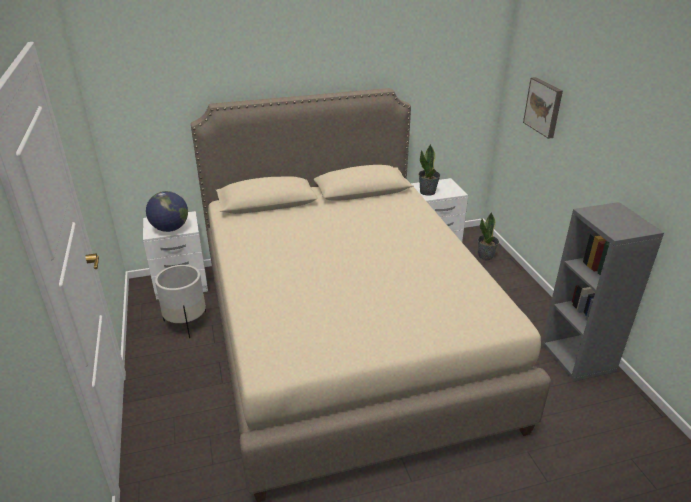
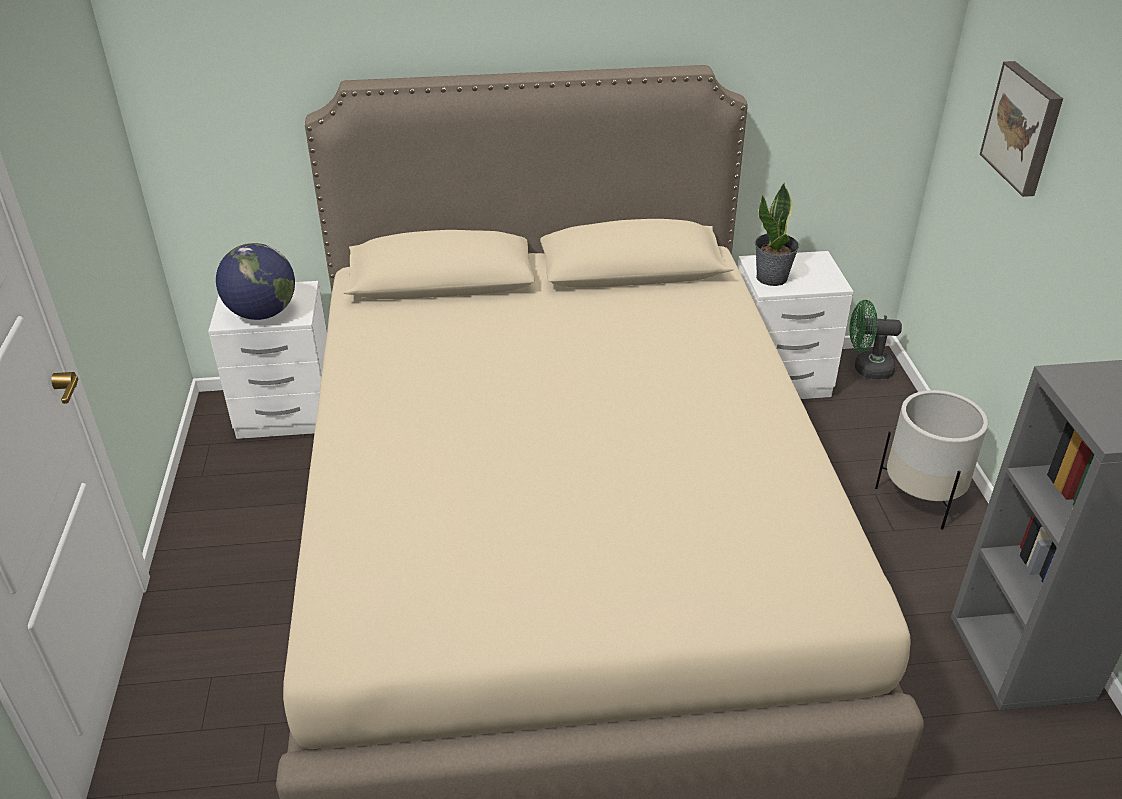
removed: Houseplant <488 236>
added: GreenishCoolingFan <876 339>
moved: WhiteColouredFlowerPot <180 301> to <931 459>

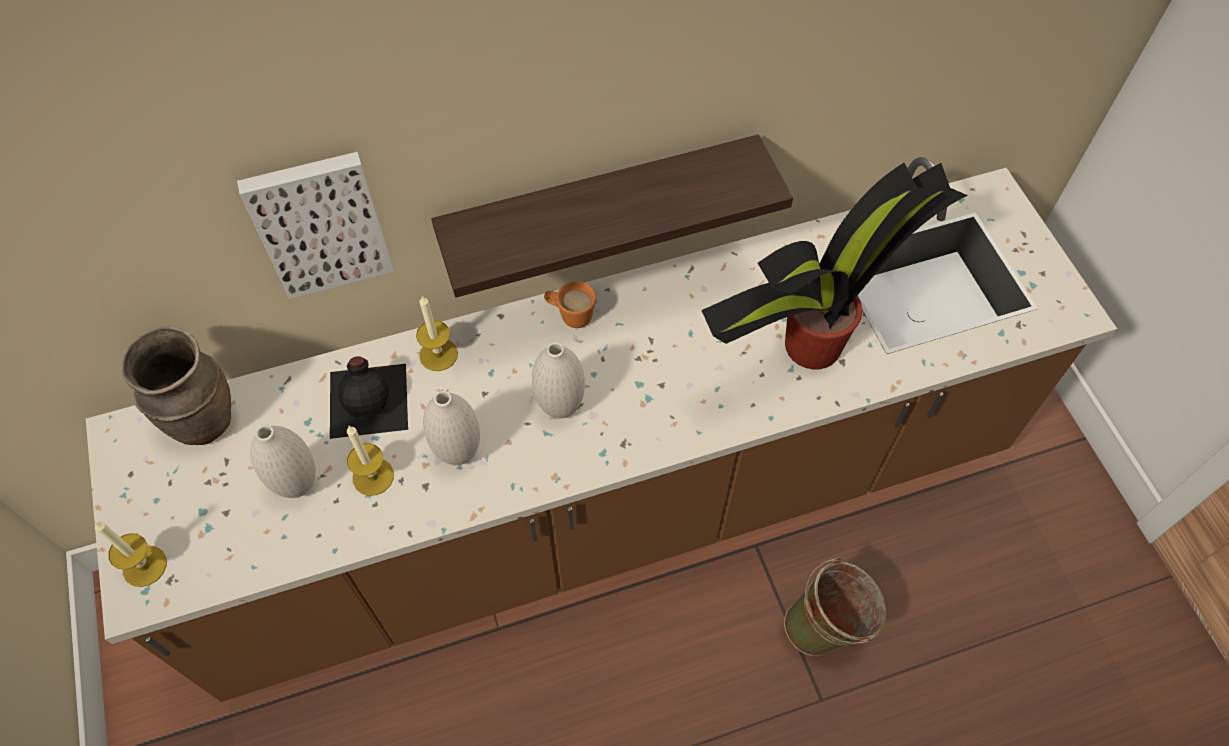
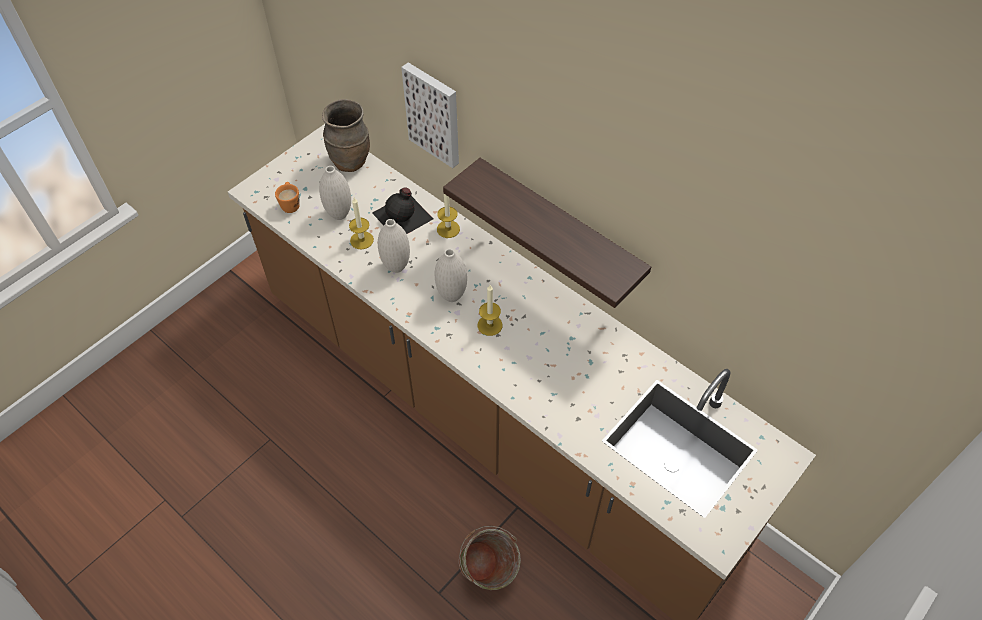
removed: Houseplant <834 266>
moved: WaxLight <131 554> to <490 310>; OrangeColouredTeaMug <570 304> to <287 197>

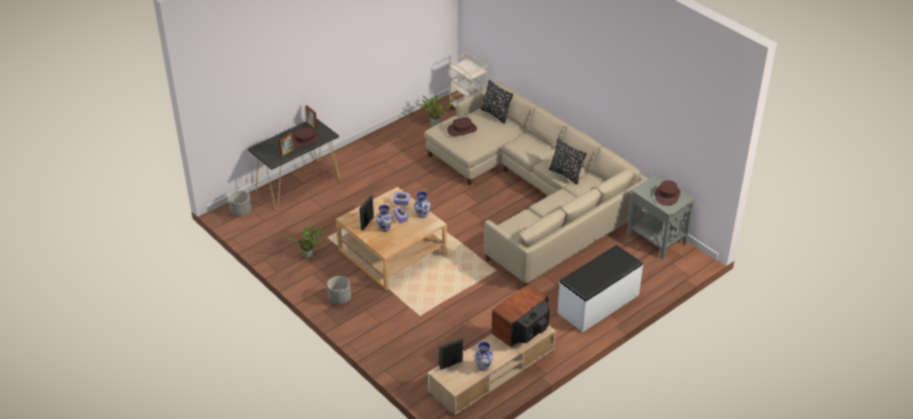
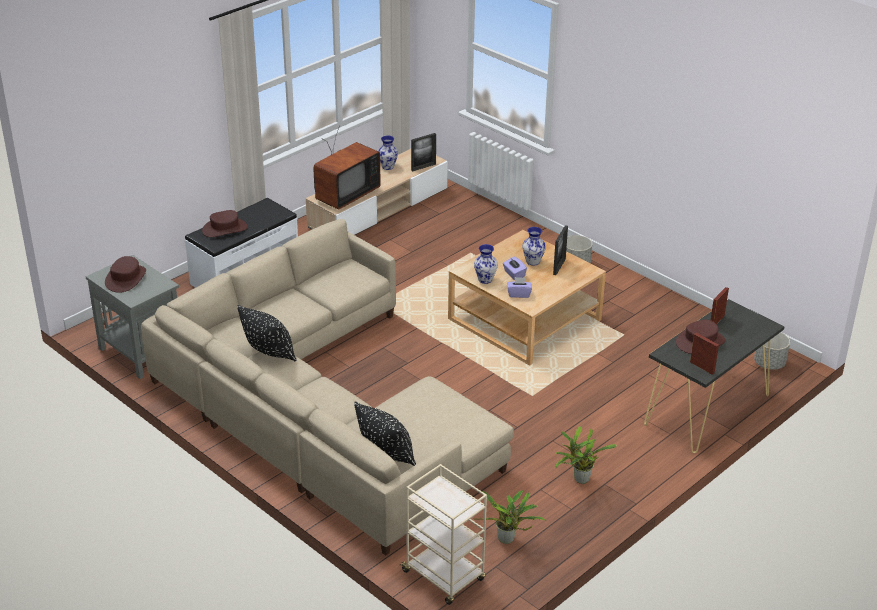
moved: Houseplant <306 241> to <586 455>; BrownWearableHat <462 126> to <225 223>

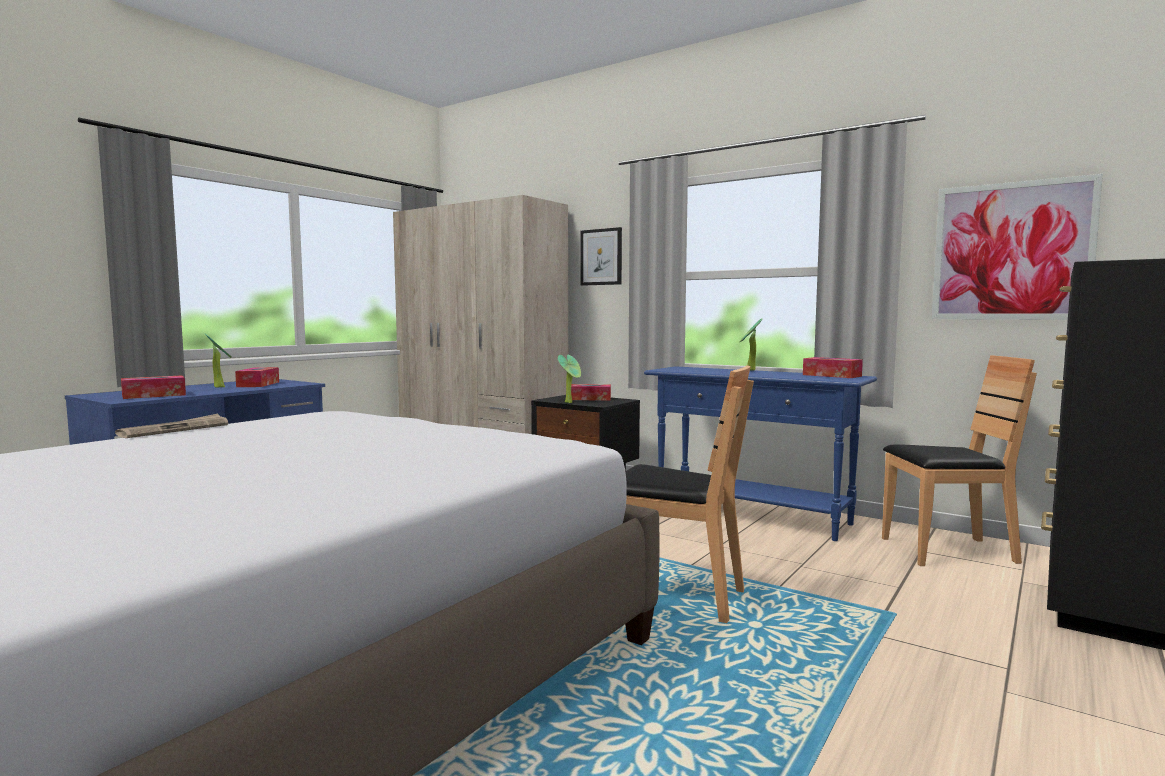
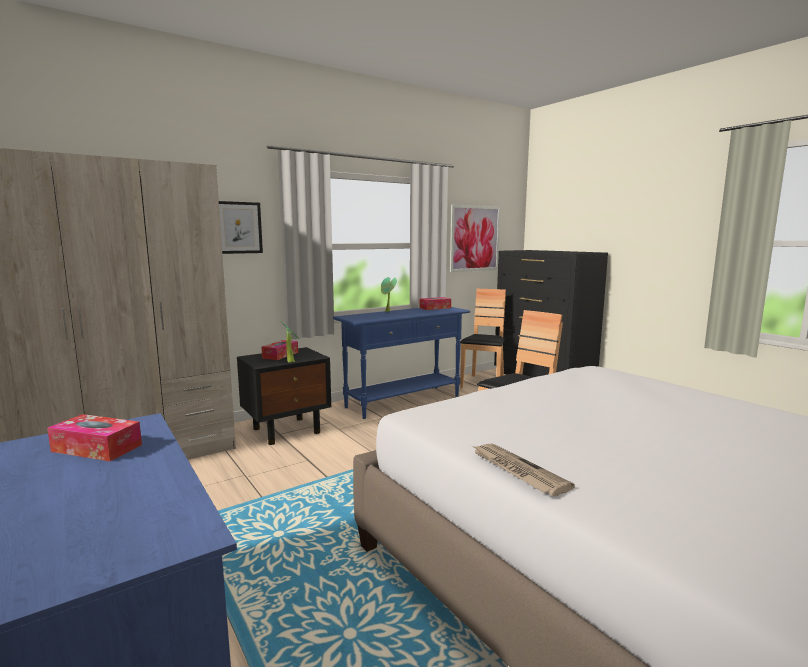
removed: TissueBox <153 387>; Houseplant <218 360>

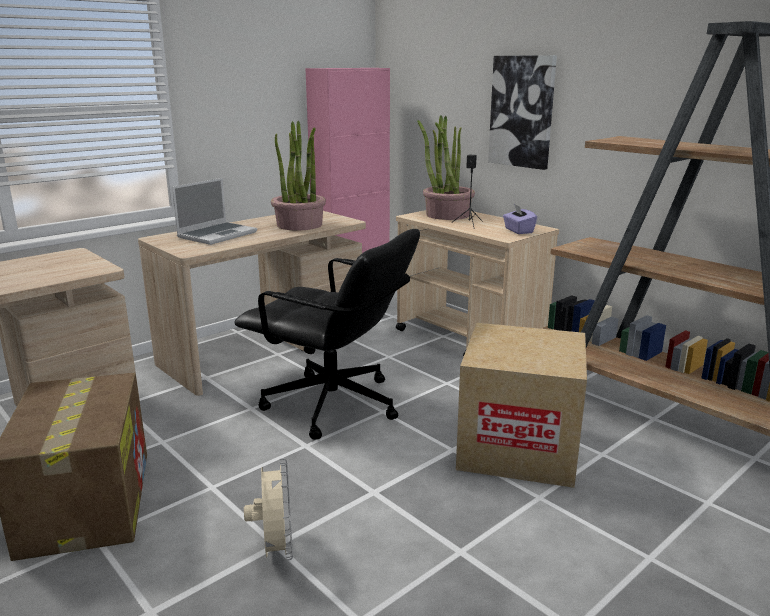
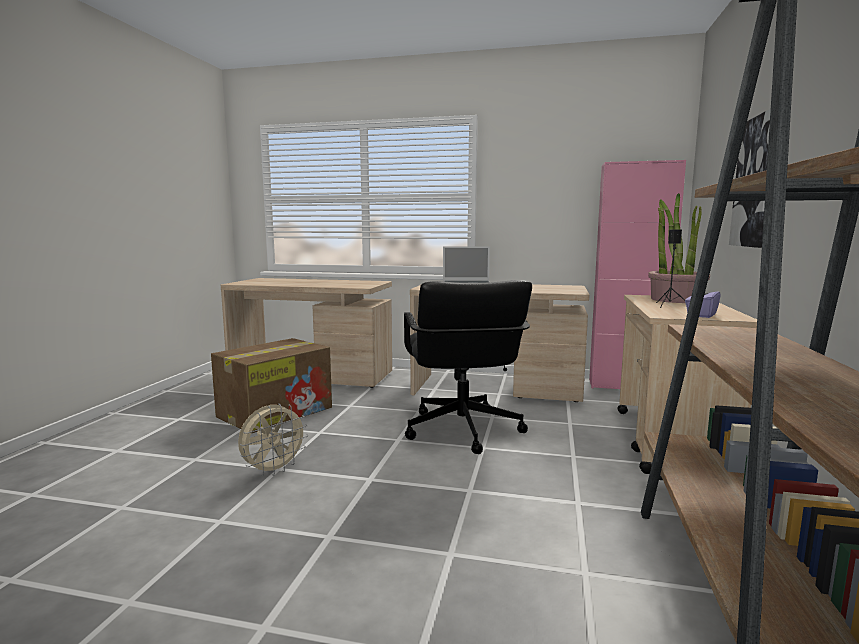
removed: Houseplant <298 176>; Carton <521 405>

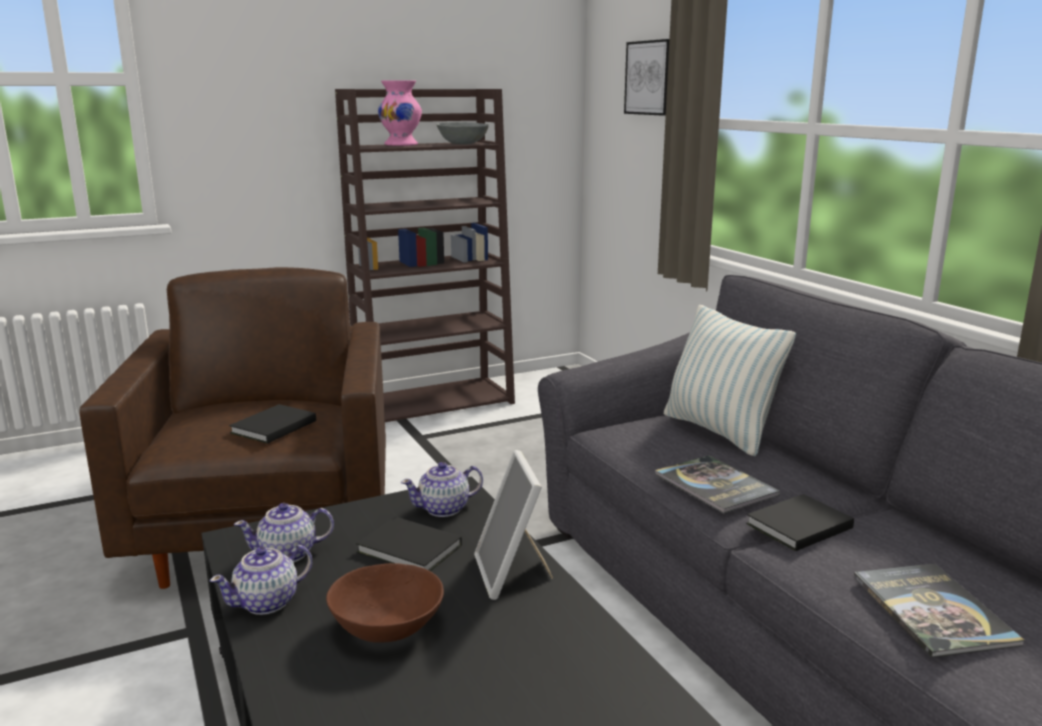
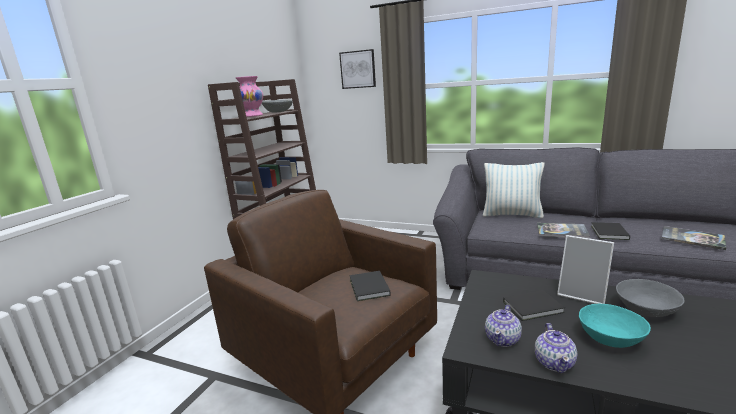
removed: PotForTea <442 489>
added: GrayDeepDish <650 298>
recoloured: BrownDeepDish <385 603> to BlueGreenDeepDish <615 326>

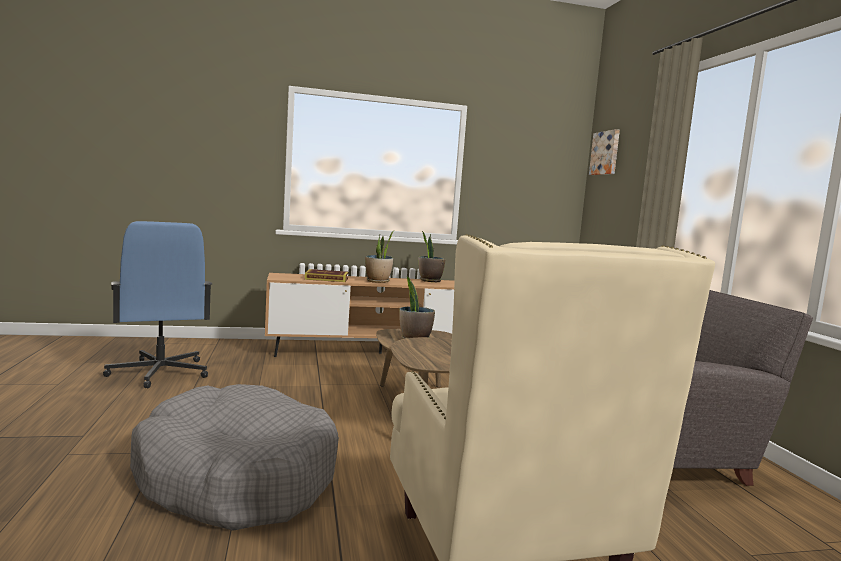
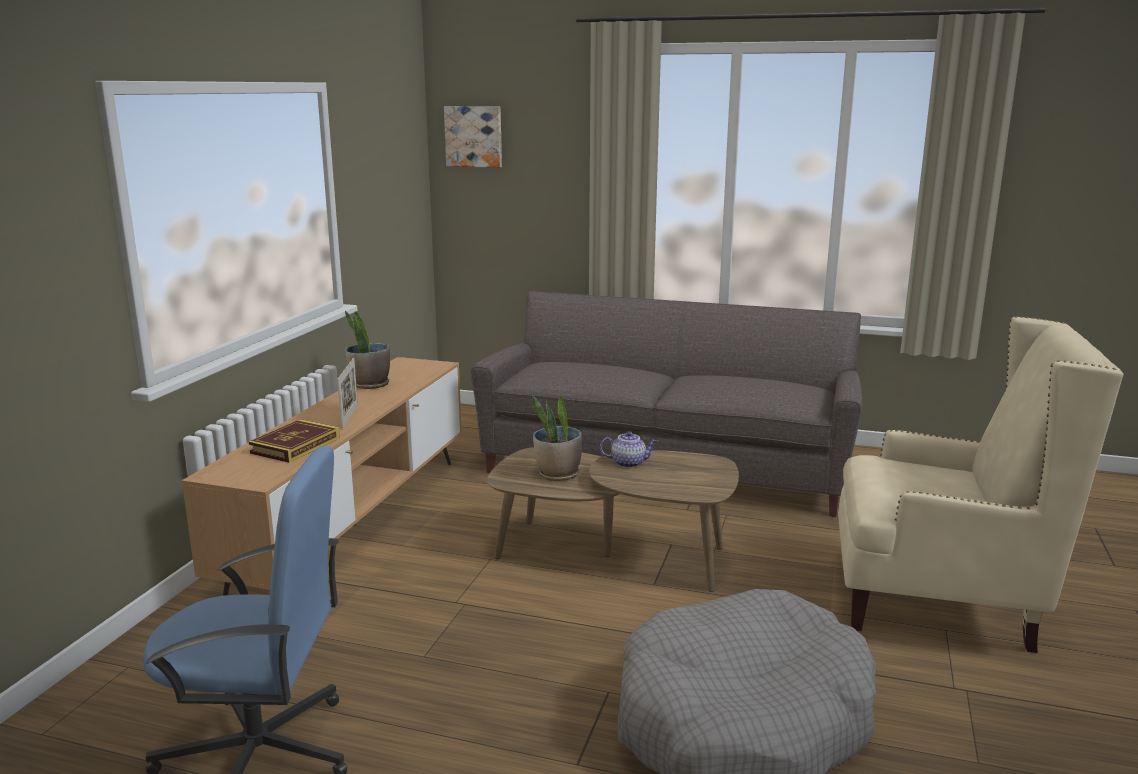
added: PotForTea <629 449>
replaced: Houseplant <379 257> to PictureFrame <347 393>

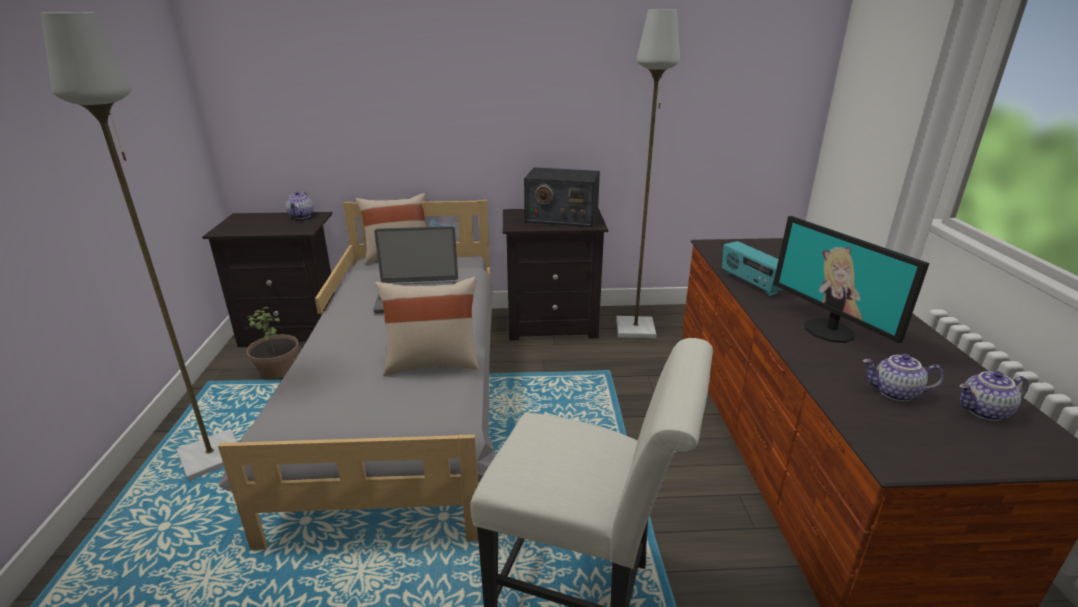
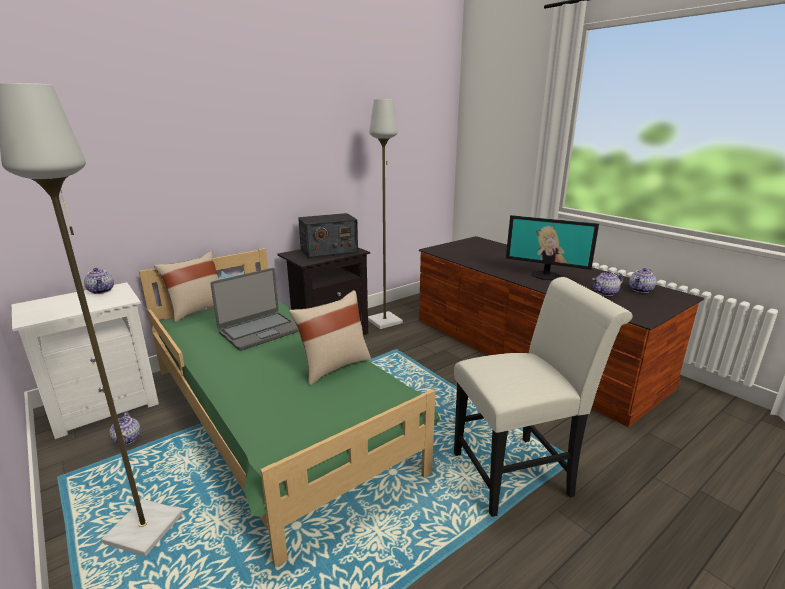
removed: Radio <753 268>
replaced: Houseplant <272 343> to PotForTea <125 428>
recoloured: BlackishNightstand <268 279> to WhiteColouredNightstand <85 360>; GrayBedroomBed <356 375> to GreenishBedroomBed <289 408>

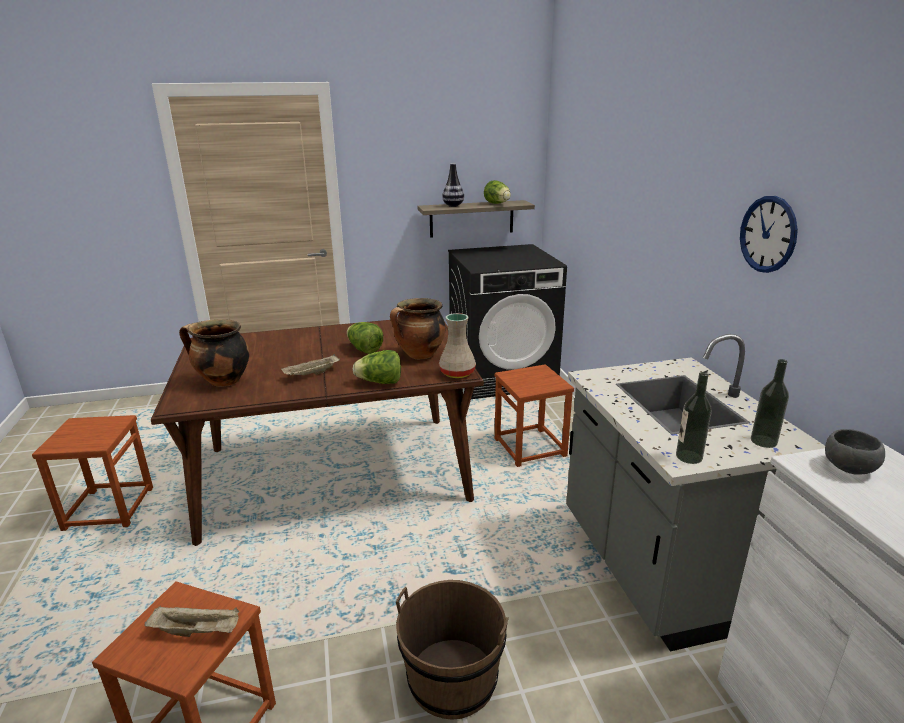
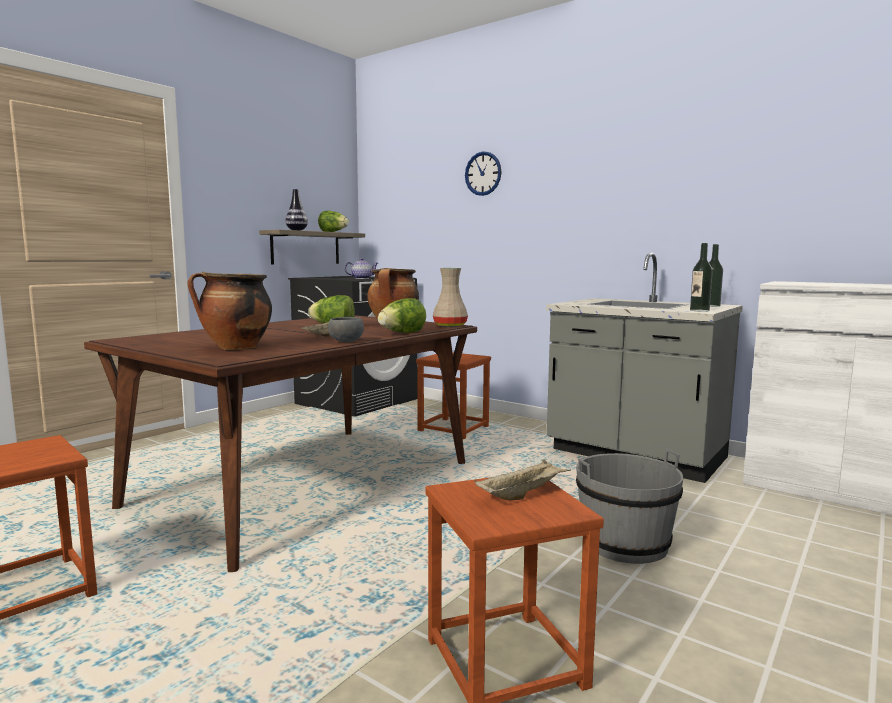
added: PotForTea <361 268>
moved: WallClock <769 234> to <483 173>; GrayDeepDish <855 452> to <346 329>
recoloured: BrownBucket <452 650> to GrayBucket <629 506>

